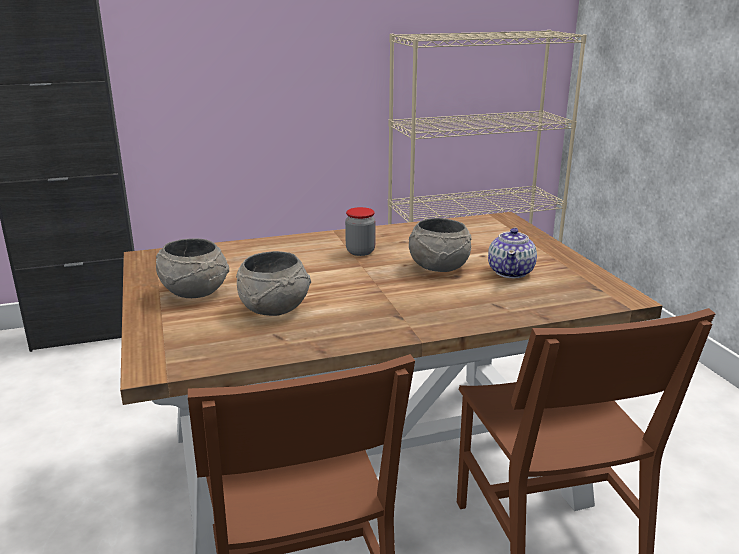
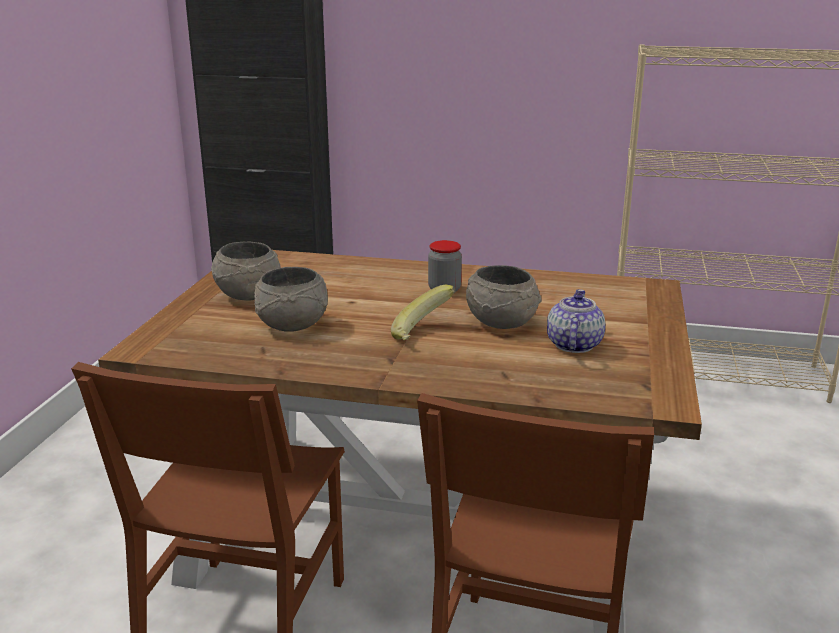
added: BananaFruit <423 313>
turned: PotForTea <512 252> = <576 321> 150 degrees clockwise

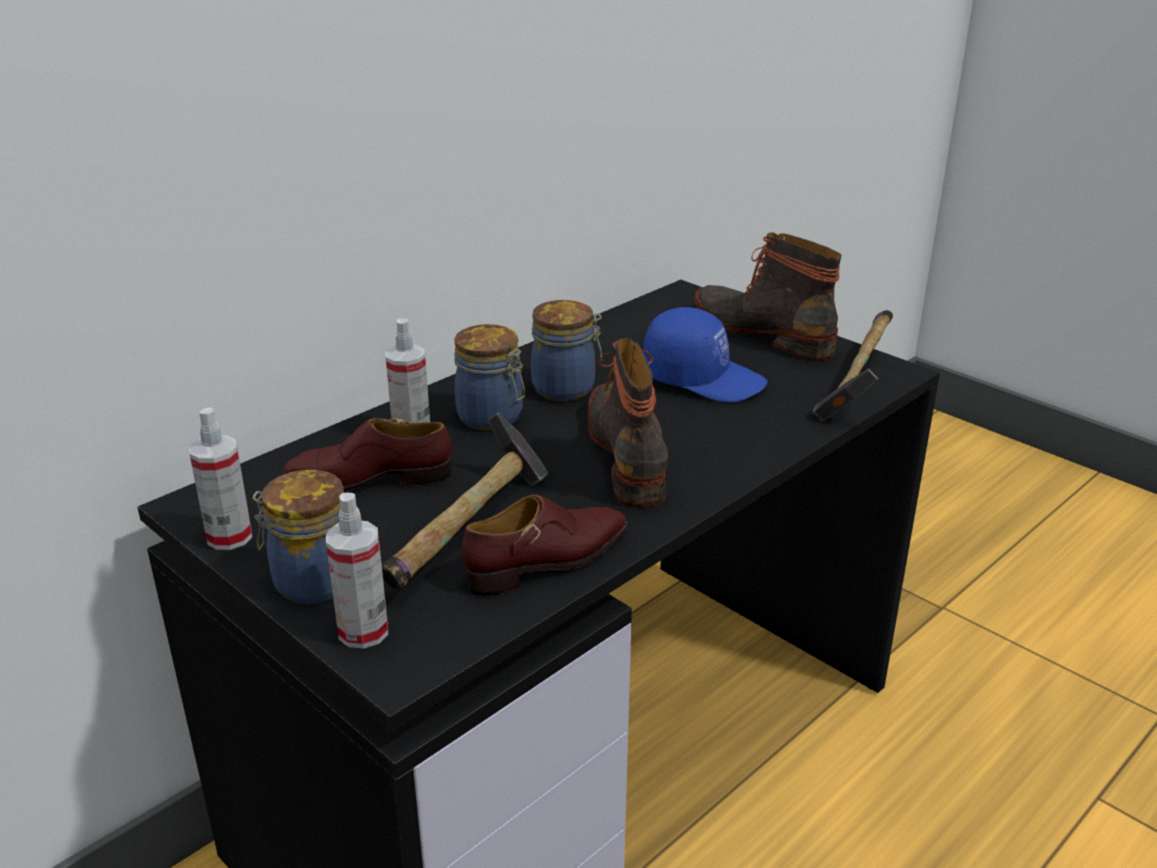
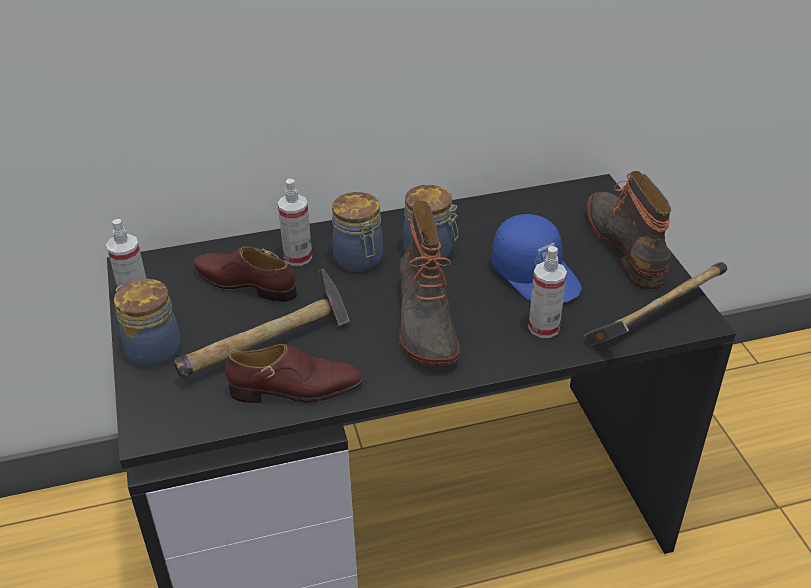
moved: SprayBottle <357 571> to <547 292>
turned: TallBoot <627 423> = <429 283> 150 degrees clockwise

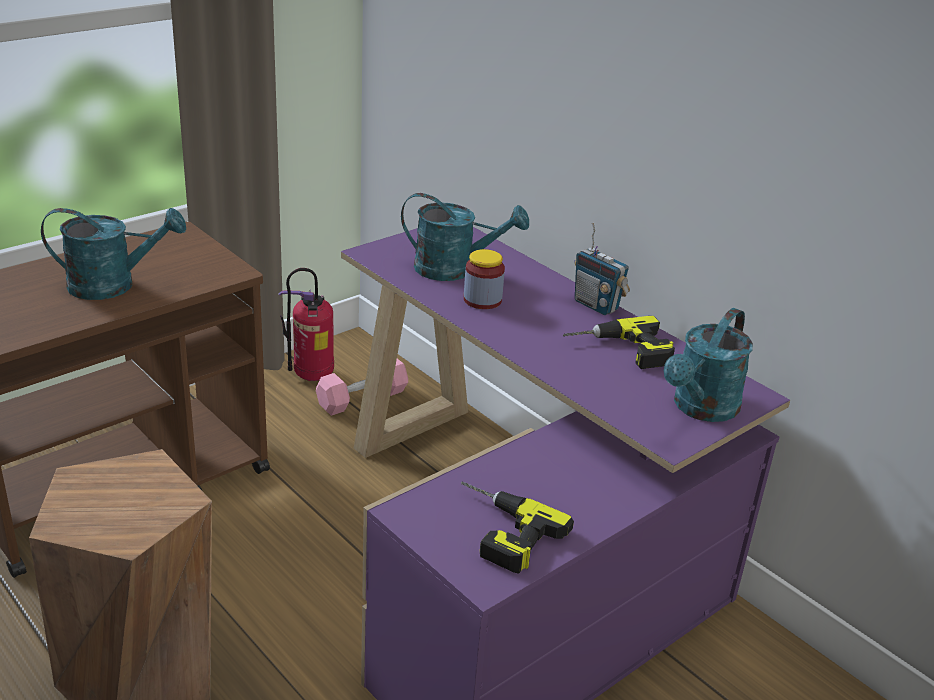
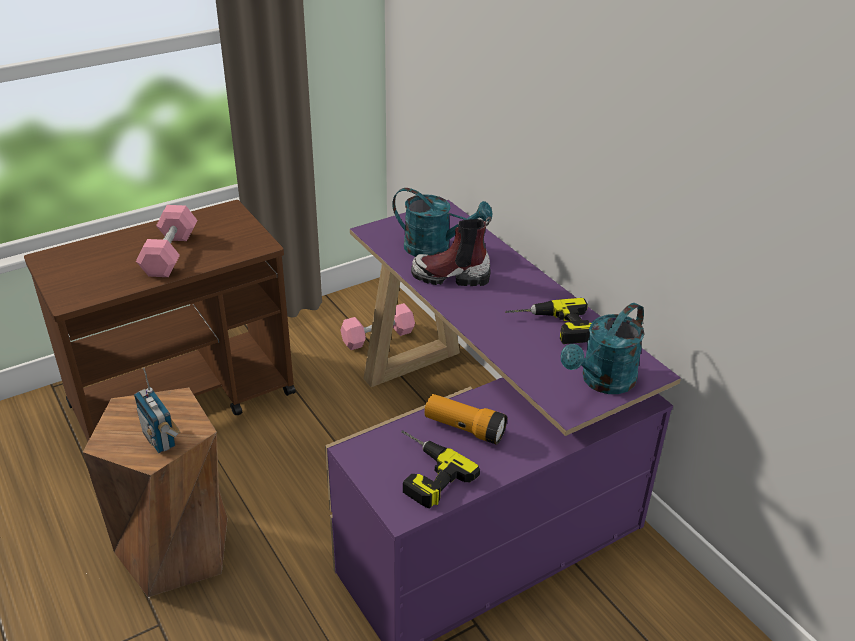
removed: FireFightingCylinder <306 324>
added: HandTorch <465 419>
moved: Radio <602 269> to <157 410>
replaced: BlueGreenWateringPot <113 254> to PinkishHandWeight <166 241>; Jar <484 279> to TallBoot <451 251>

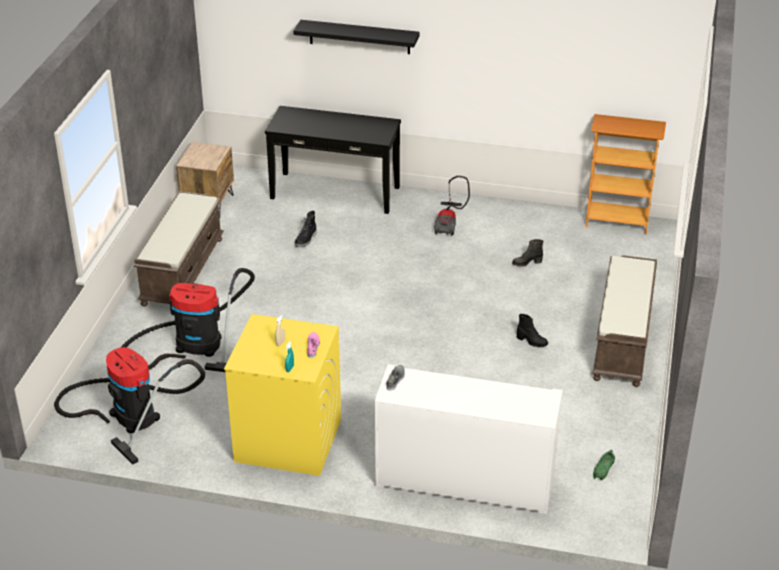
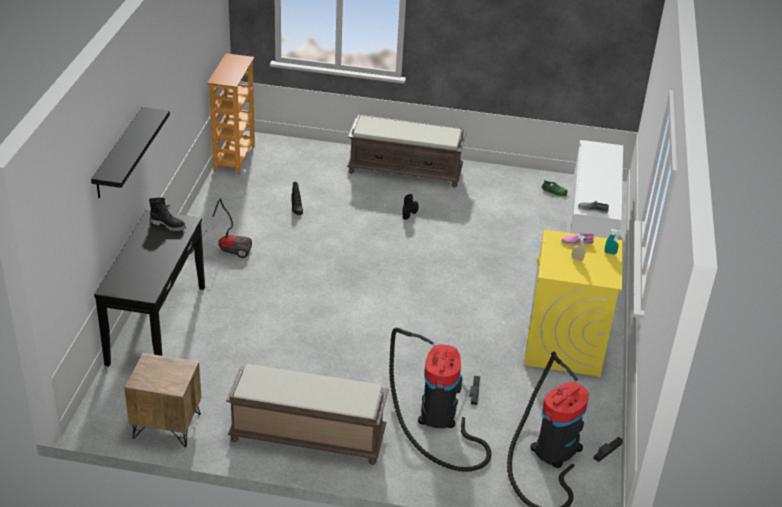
moved: BlackishTallBoot <306 229> to <167 214>

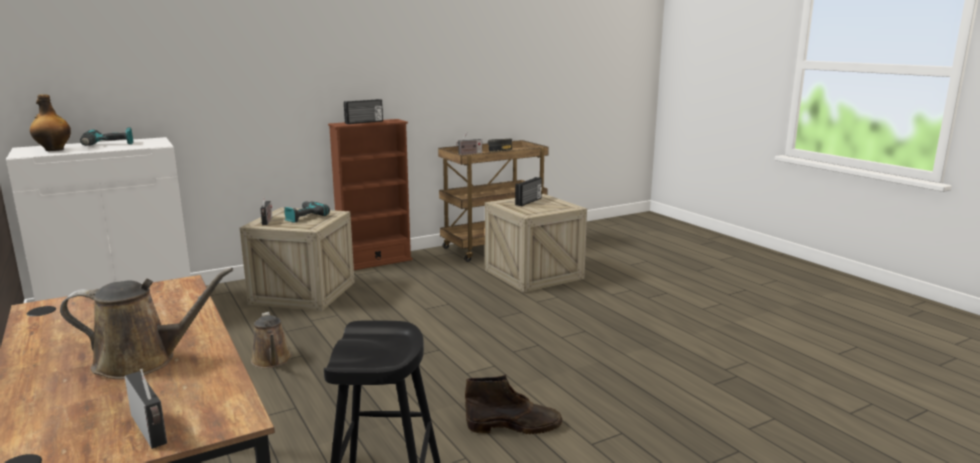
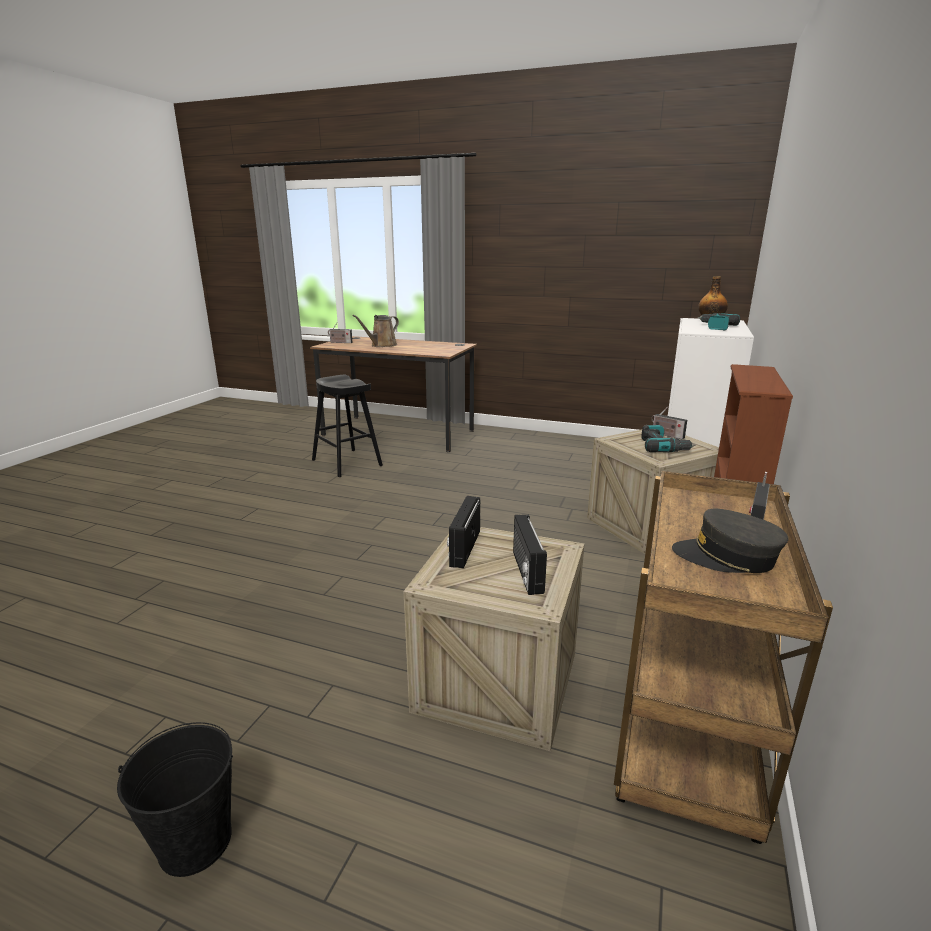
removed: BrownWateringPot <271 340>; BrownTallBoot <513 404>
added: BlackishBucket <175 799>
moved: Radio <363 111> to <463 532>

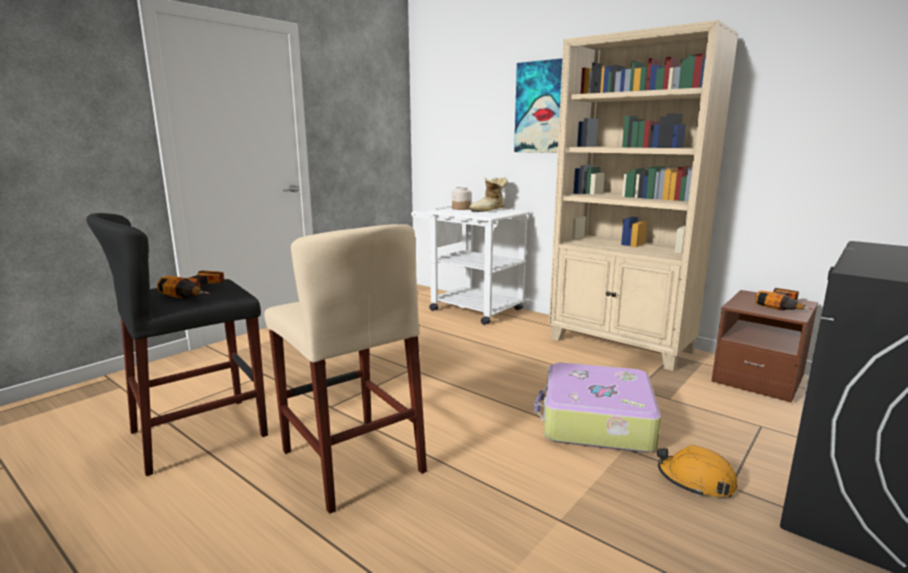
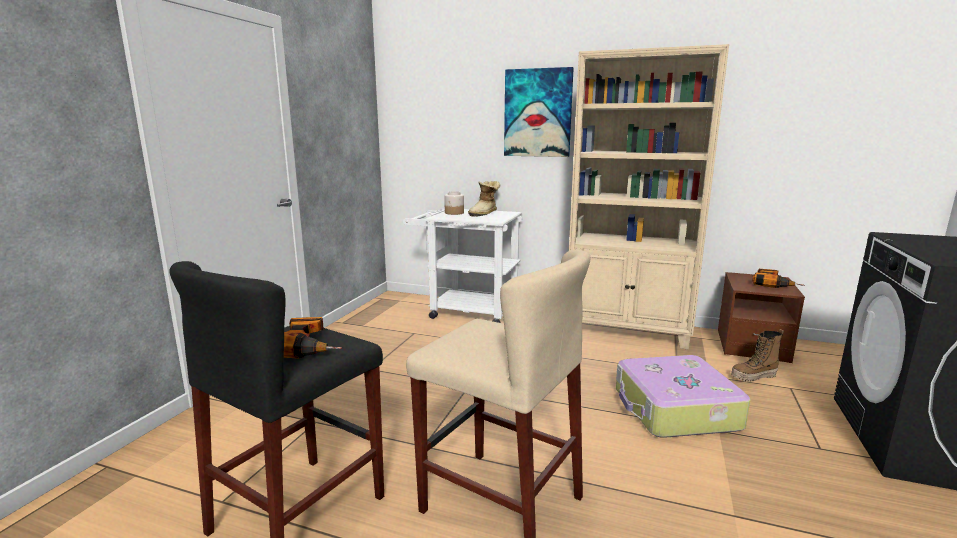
removed: OrangeColouredSafetyHelmet <697 471>
added: TallBoot <757 355>

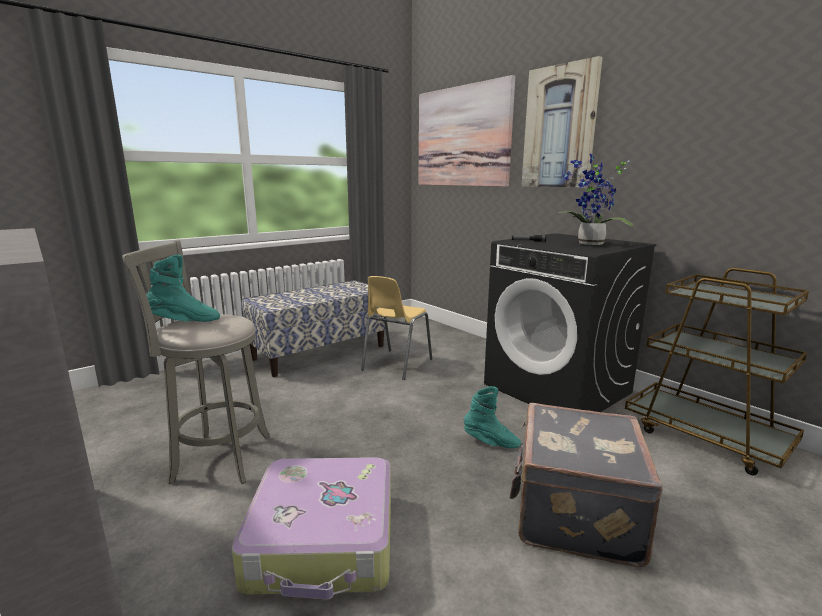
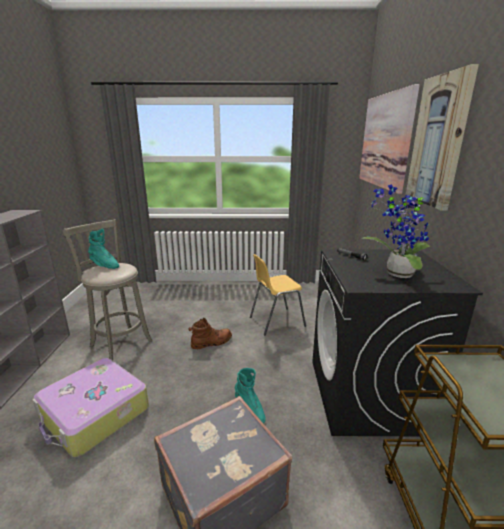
removed: LongSeat <314 328>
added: BrownTallBoot <210 334>

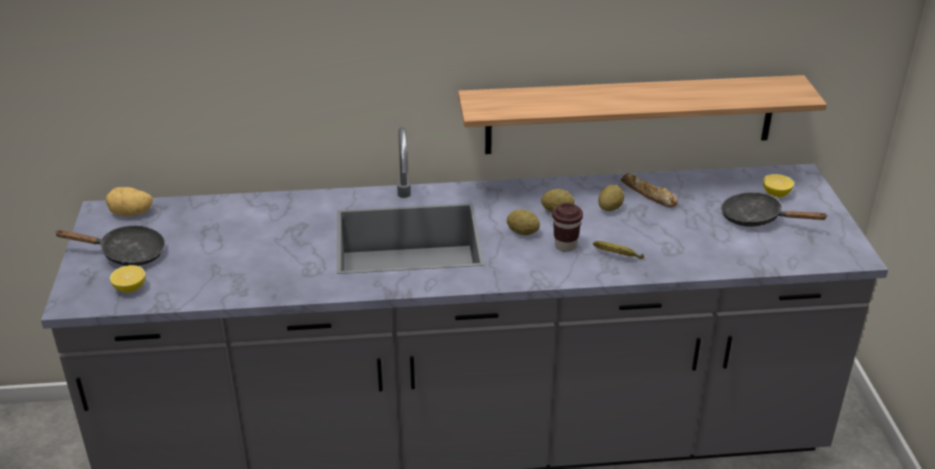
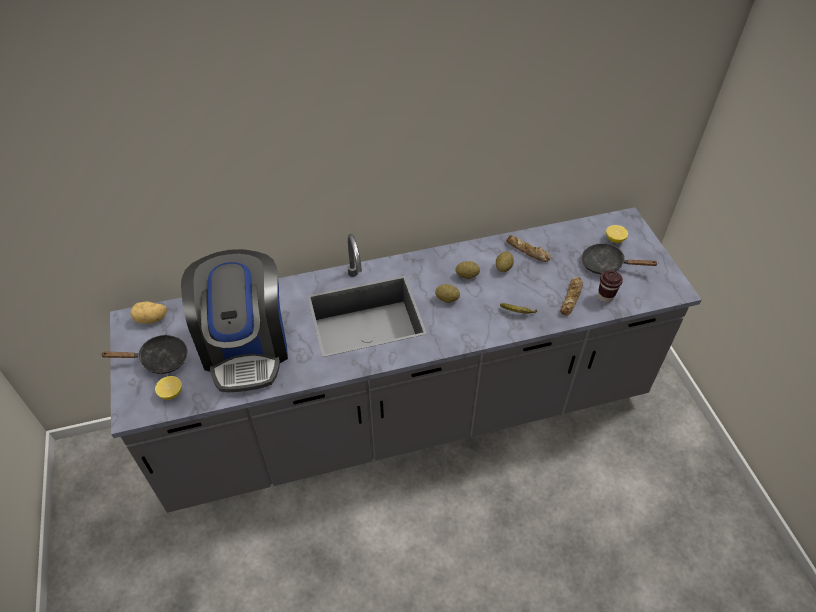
removed: BracketShelf <642 114>
added: CoffeeMachine <234 320>; BakeryBread <571 296>
moved: BrownCup <567 227> to <610 286>

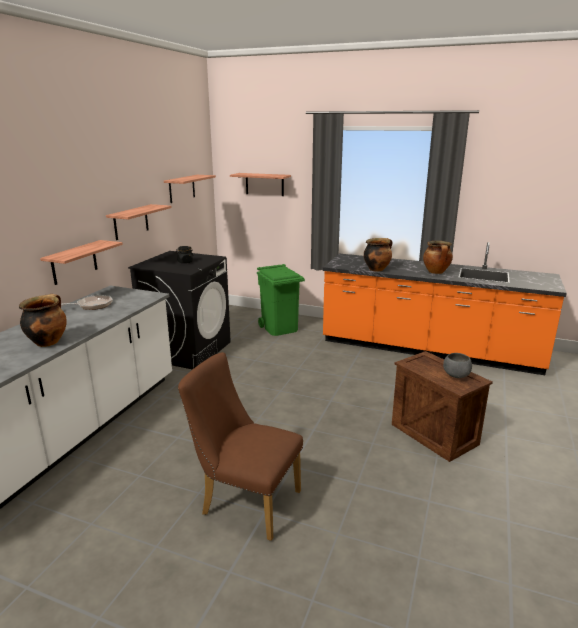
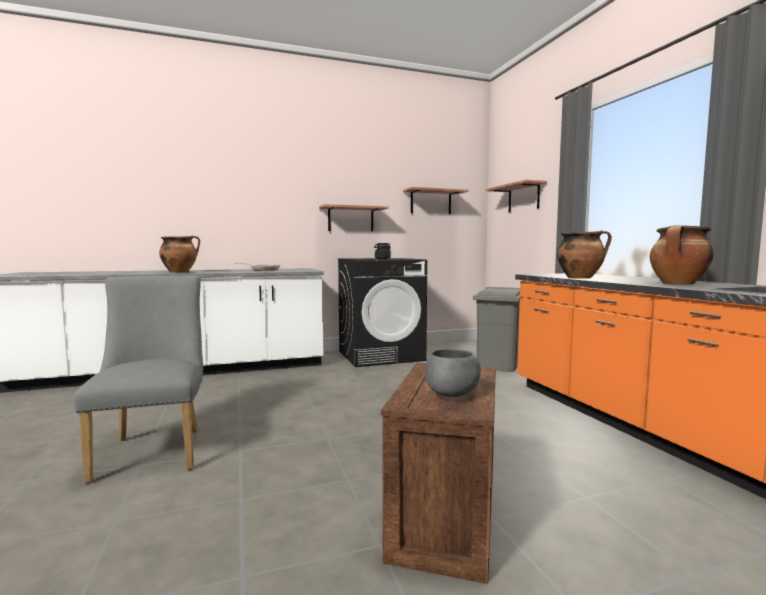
removed: BracketShelf <81 262>
recoloured: BrownUprightChair <240 446> to GrayUprightChair <138 379>; GreenishTrashCan <281 300> to GrayTrashCan <497 329>

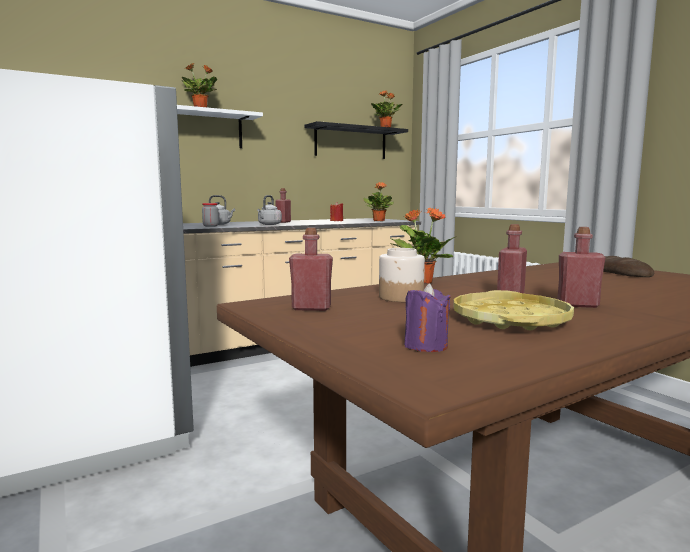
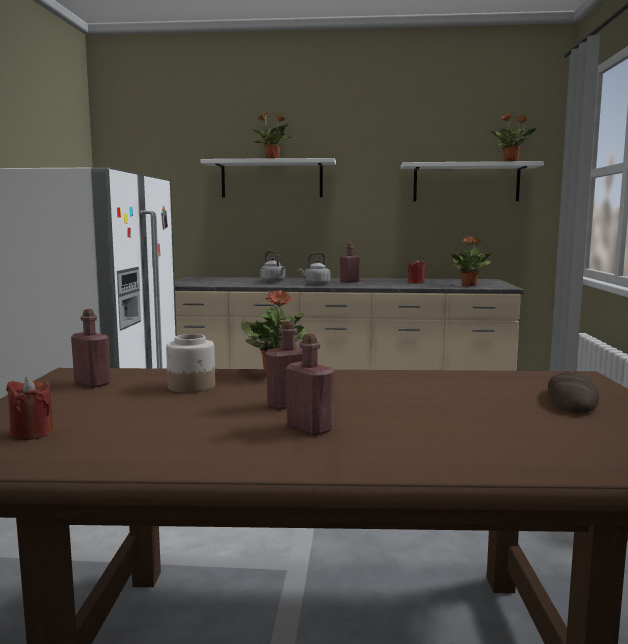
removed: Jar <210 215>; YellowishCarryingTray <513 310>
recoloured: BlackishBracketShelf <356 140> to WhiteColouredBracketShelf <472 181>; PurplishWaxLight <427 317> to RedWaxLight <29 408>

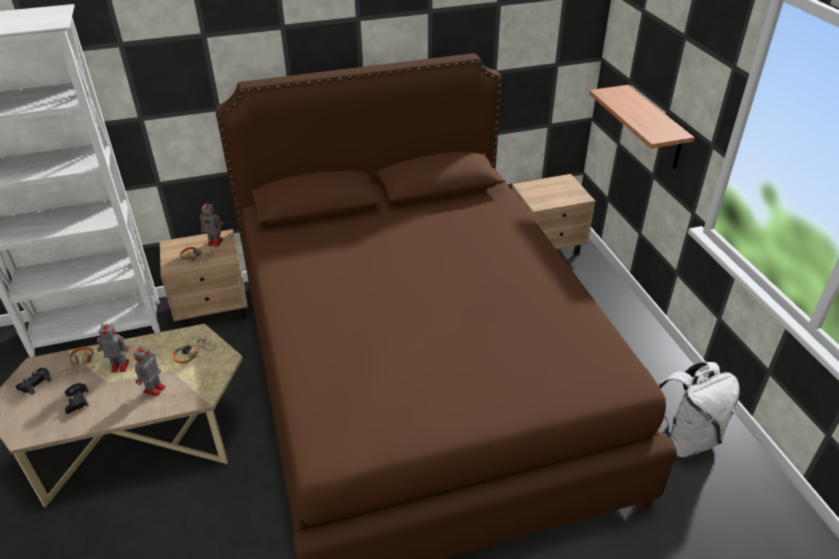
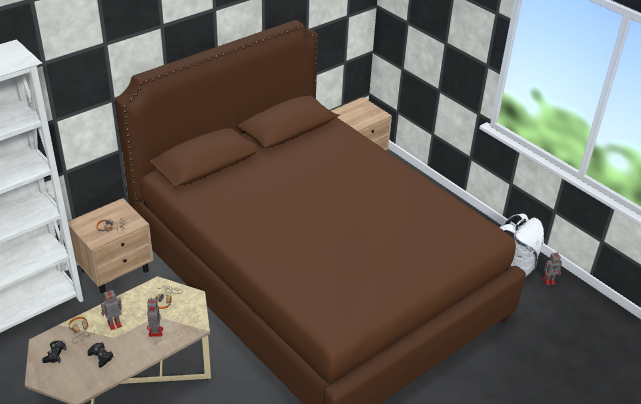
removed: BracketShelf <642 127>
moved: ToyRobot <212 224> to <552 268>

